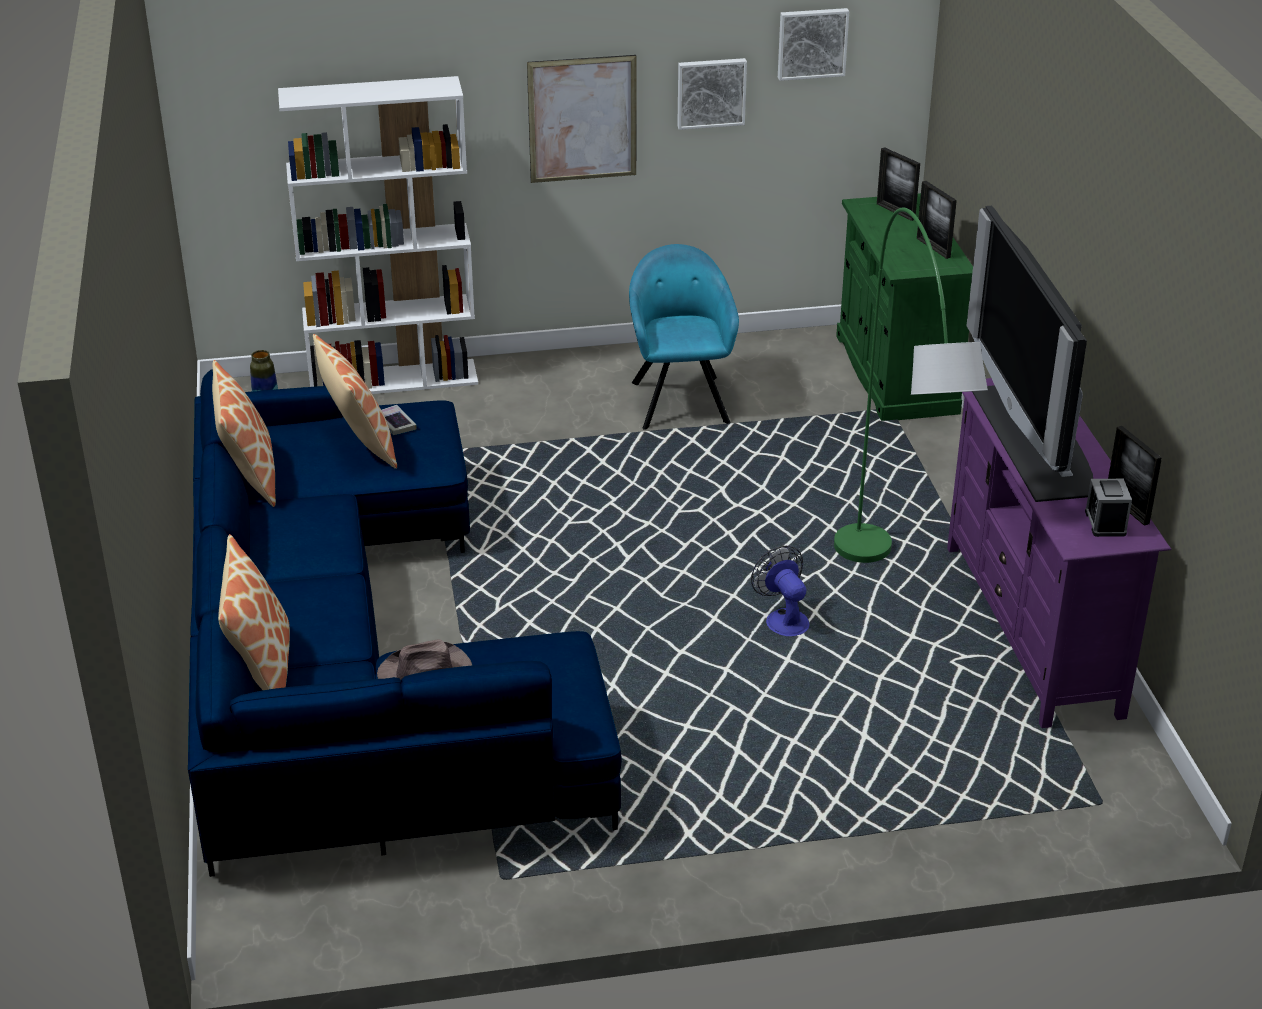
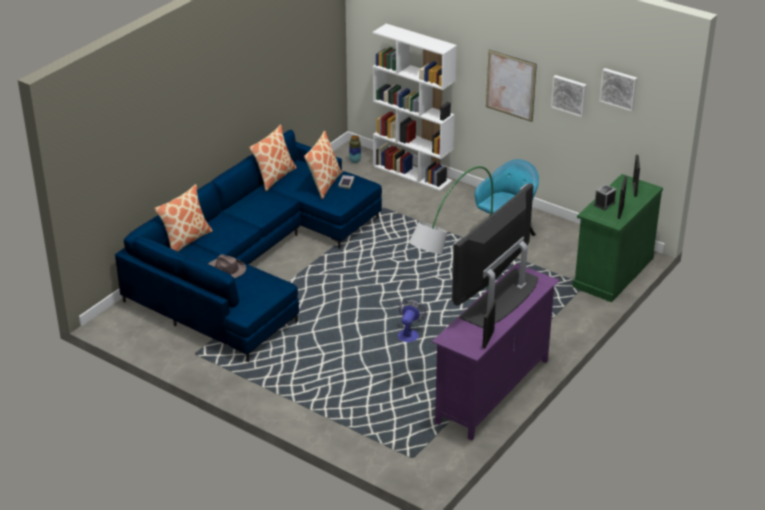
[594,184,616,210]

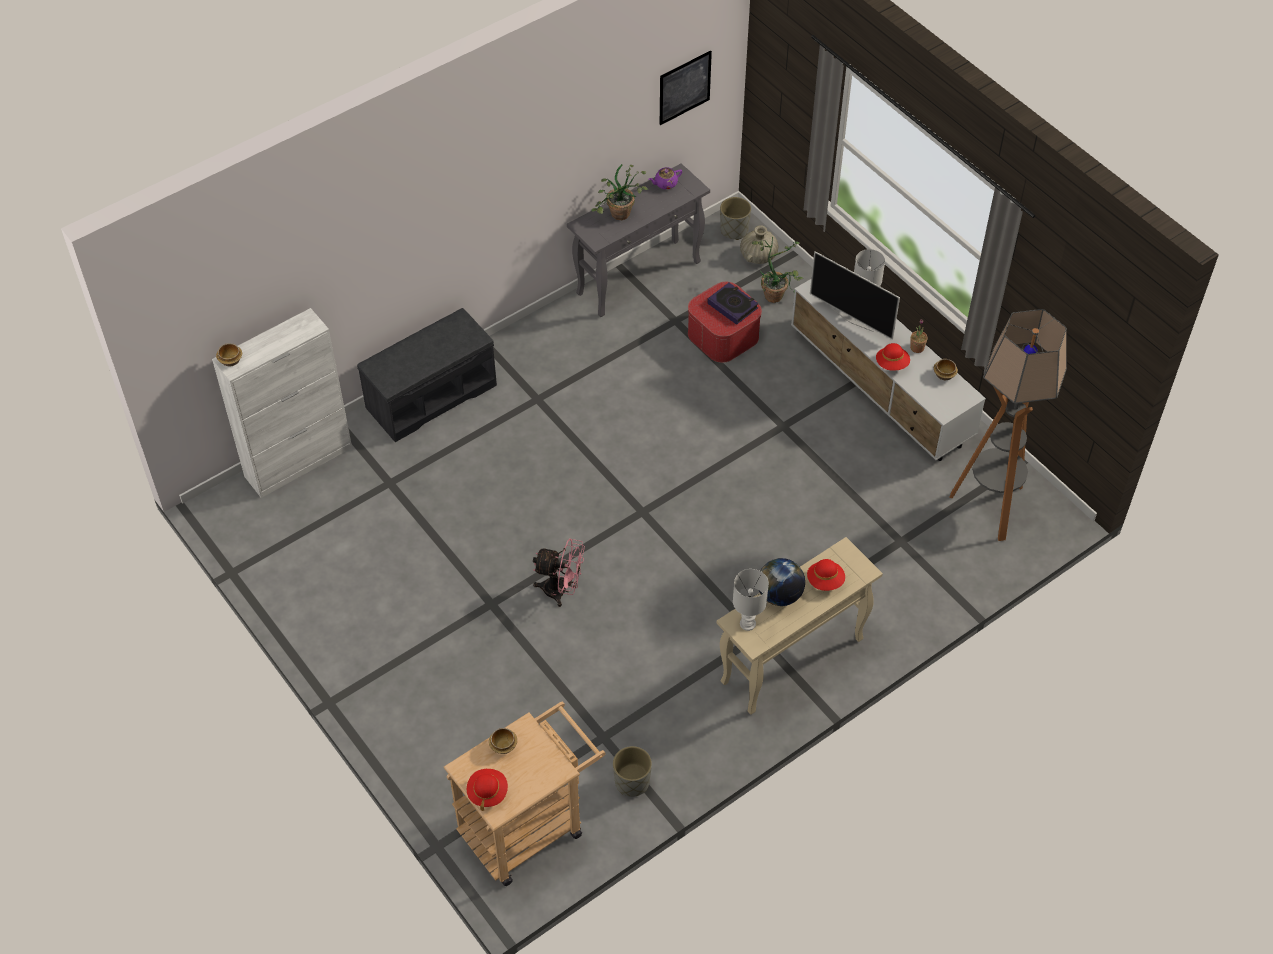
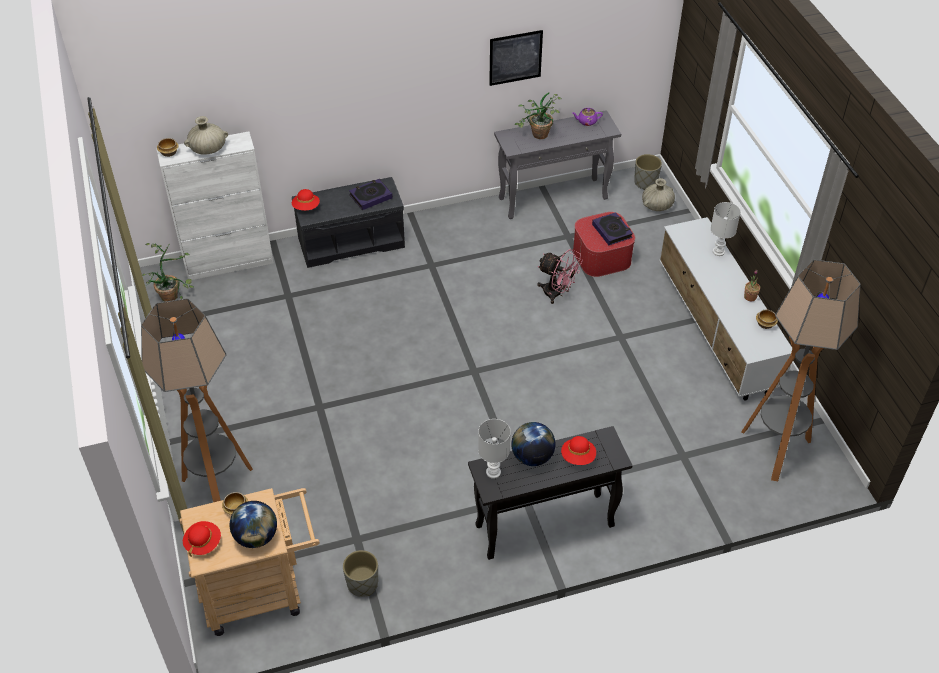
[489,30,543,86]
[142,243,194,302]
[810,251,900,340] (first image)
[292,189,320,210]
[468,426,633,560]
[537,249,583,304]
[184,116,228,155]
[349,179,393,210]
[141,298,253,502]
[230,501,277,548]

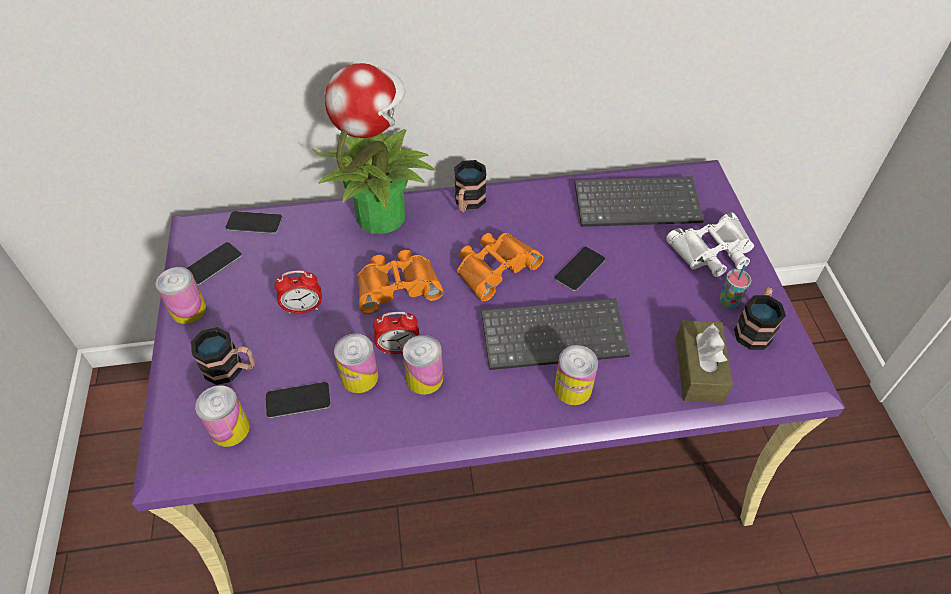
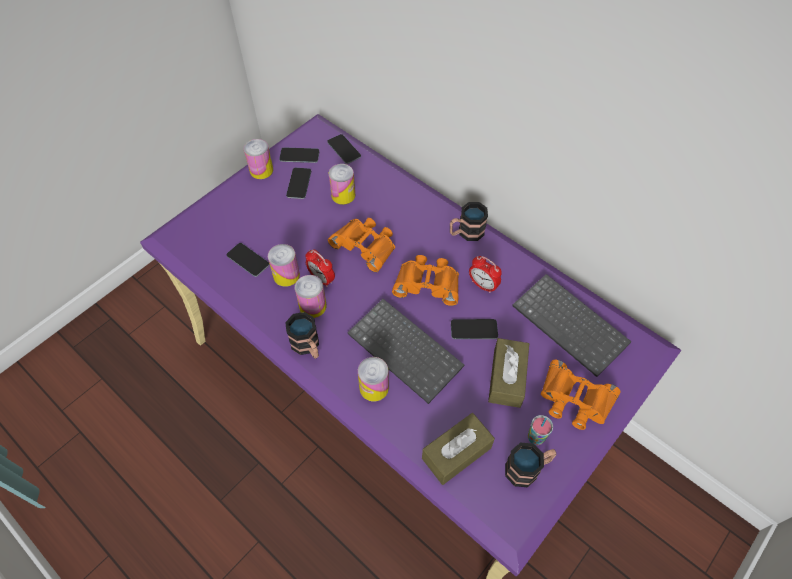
[312,63,436,234] (first image)
[541,360,621,430]
[469,256,502,293]
[285,312,319,359]
[329,164,355,205]
[286,168,311,199]
[488,338,529,408]

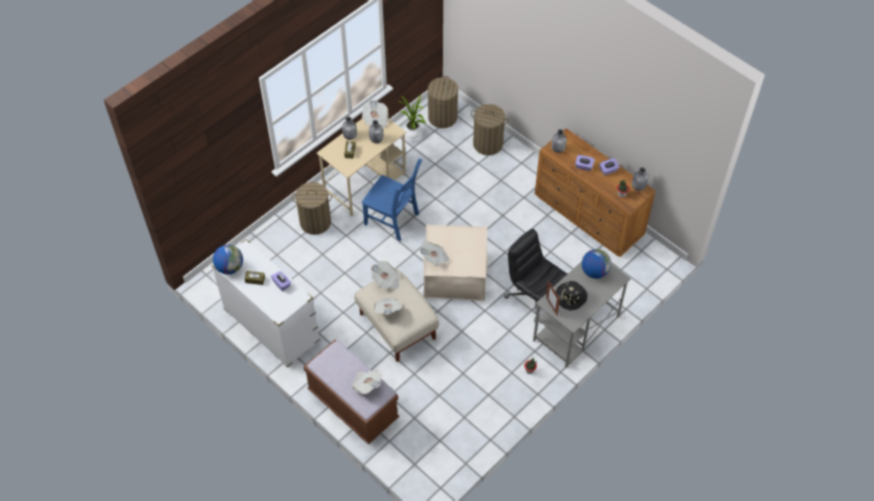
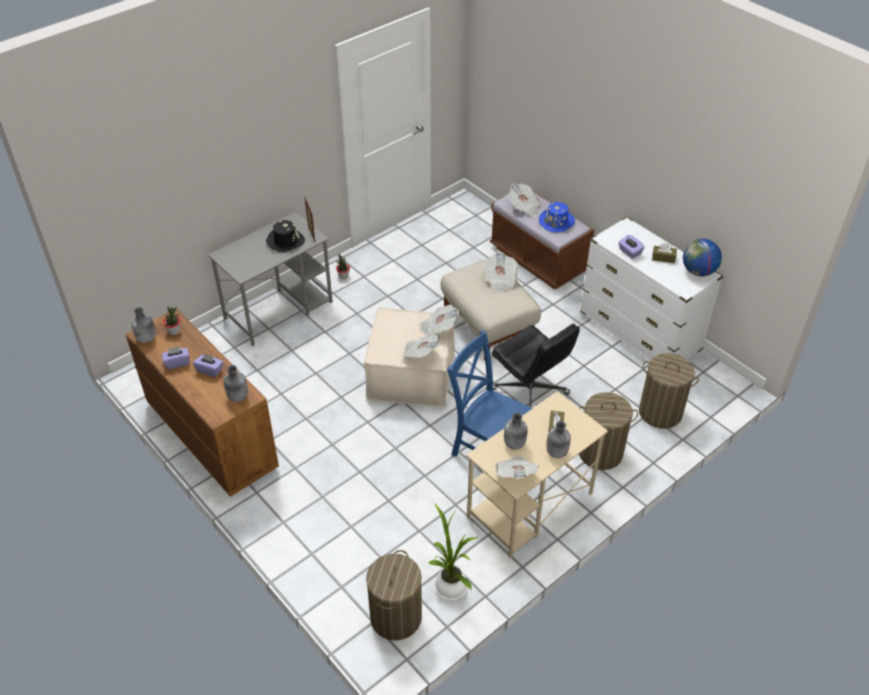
[639,353,699,429]
[492,324,580,407]
[582,249,611,279] (first image)
[402,335,440,358]
[539,202,575,233]

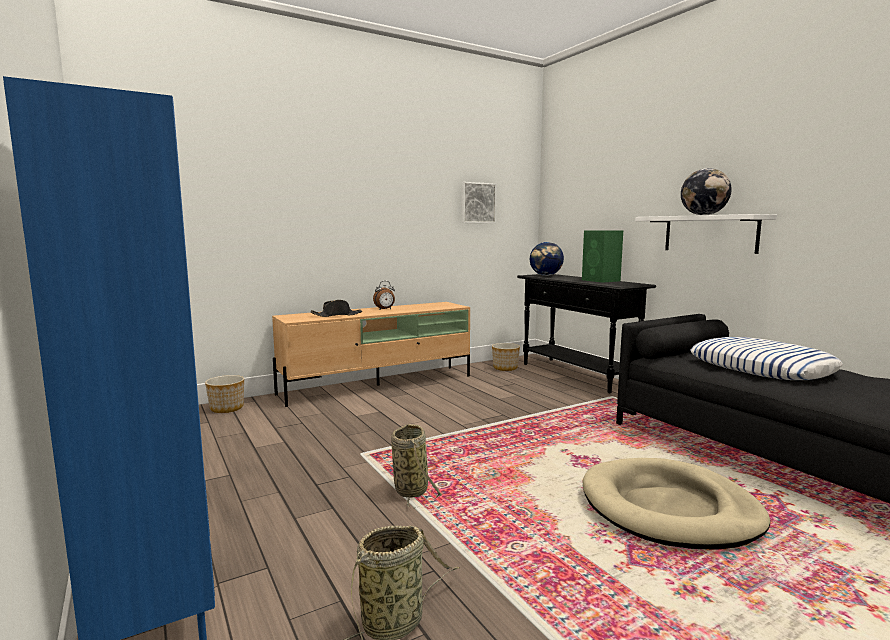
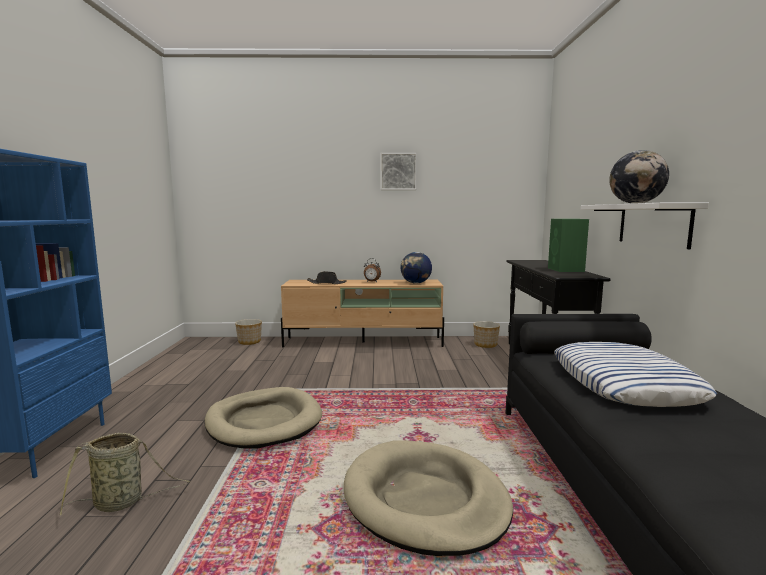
[380,153,417,190]
[400,252,432,284]
[205,387,322,449]

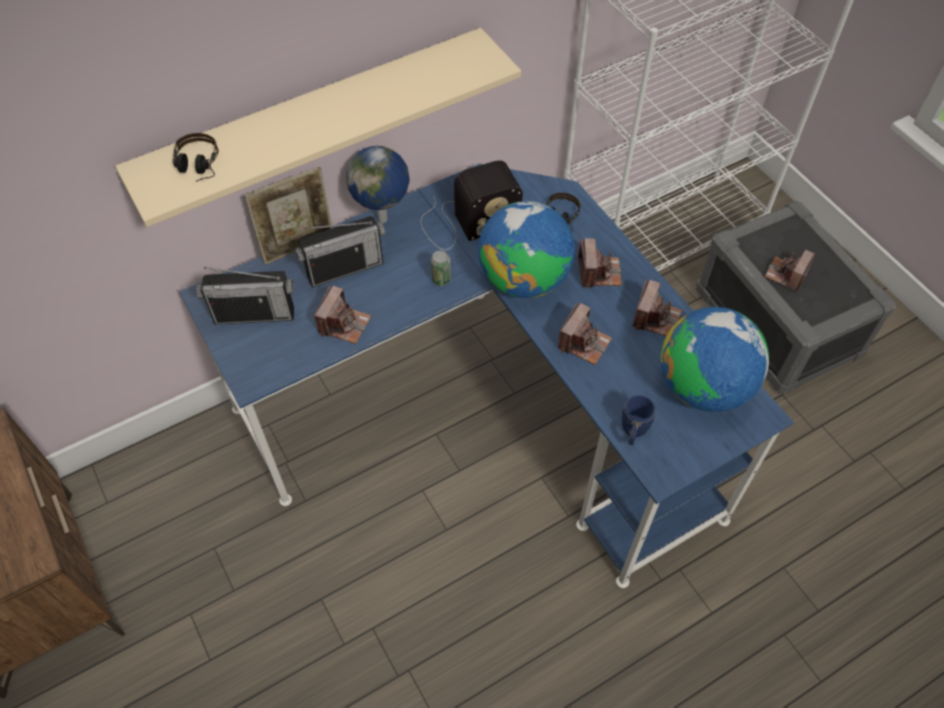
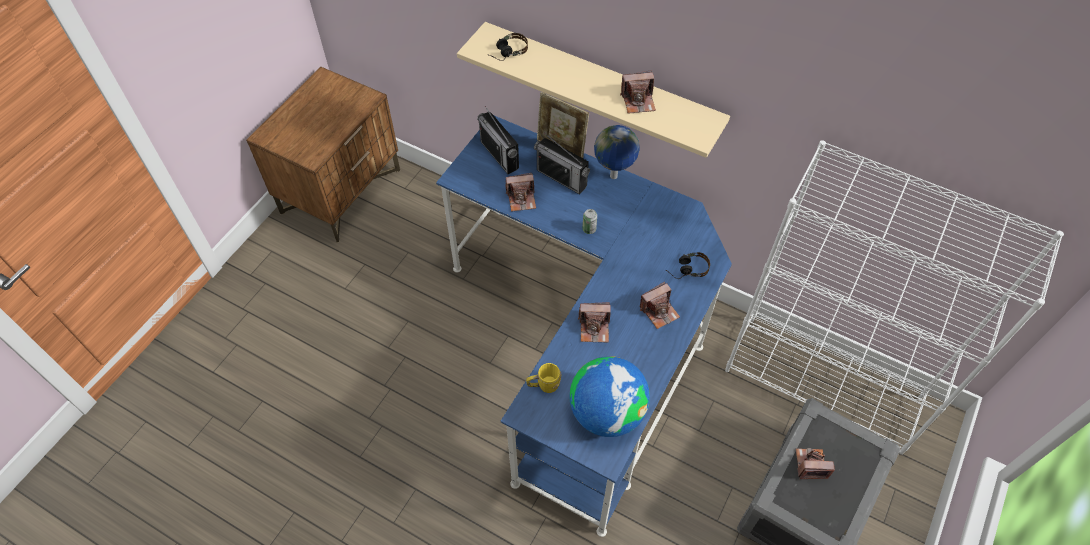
[421,160,523,250] (first image)
[478,201,575,298] (first image)
[620,71,656,114]
[526,363,561,393]

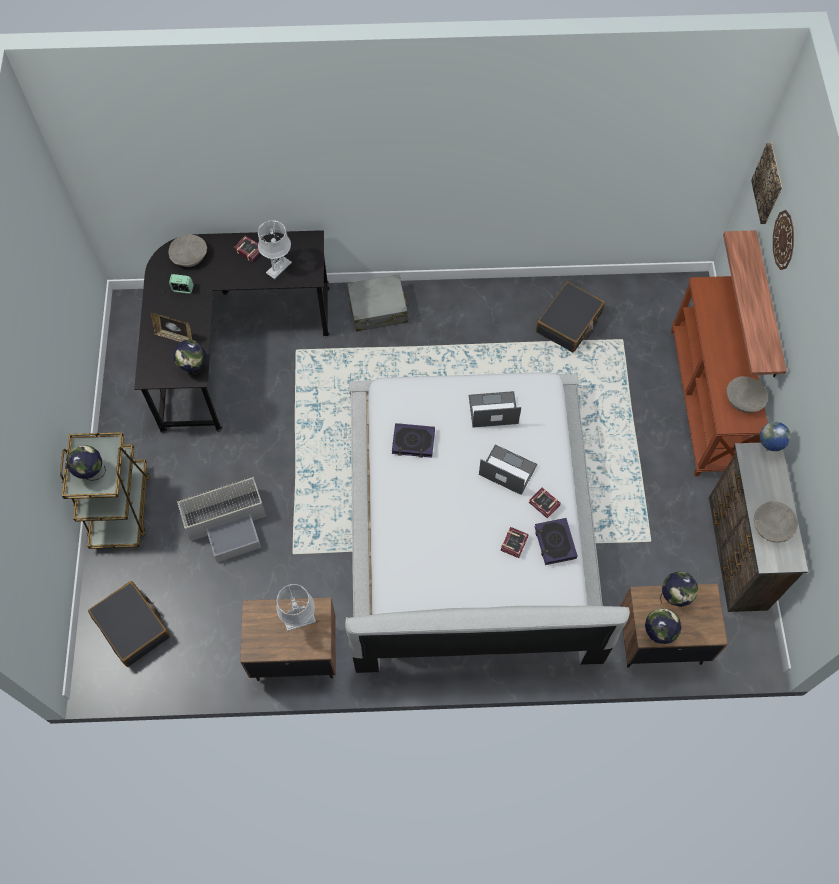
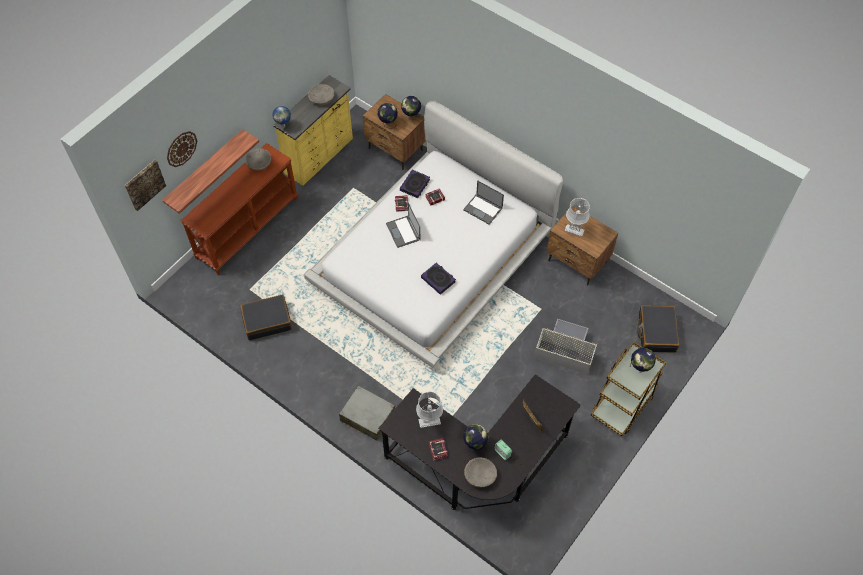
[463,424,488,453]
[463,180,504,225]
[273,75,353,186]

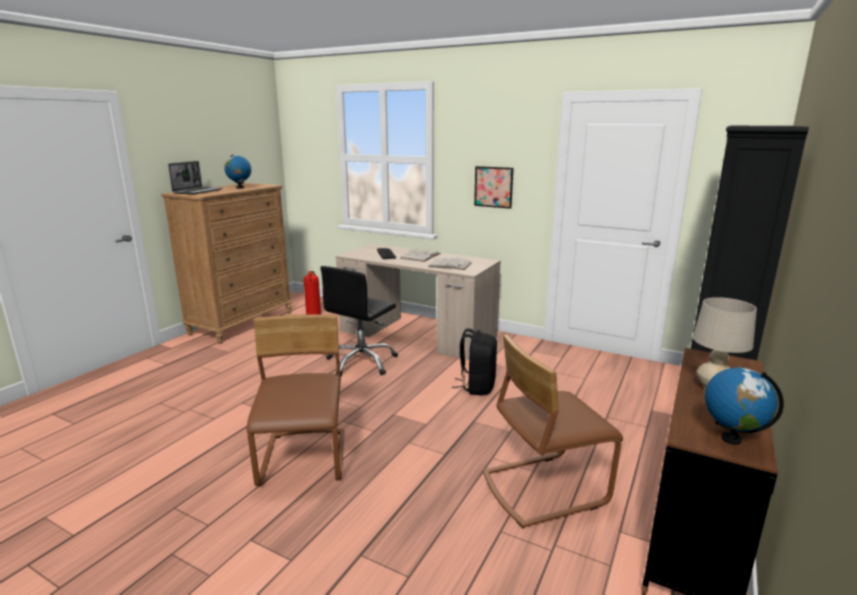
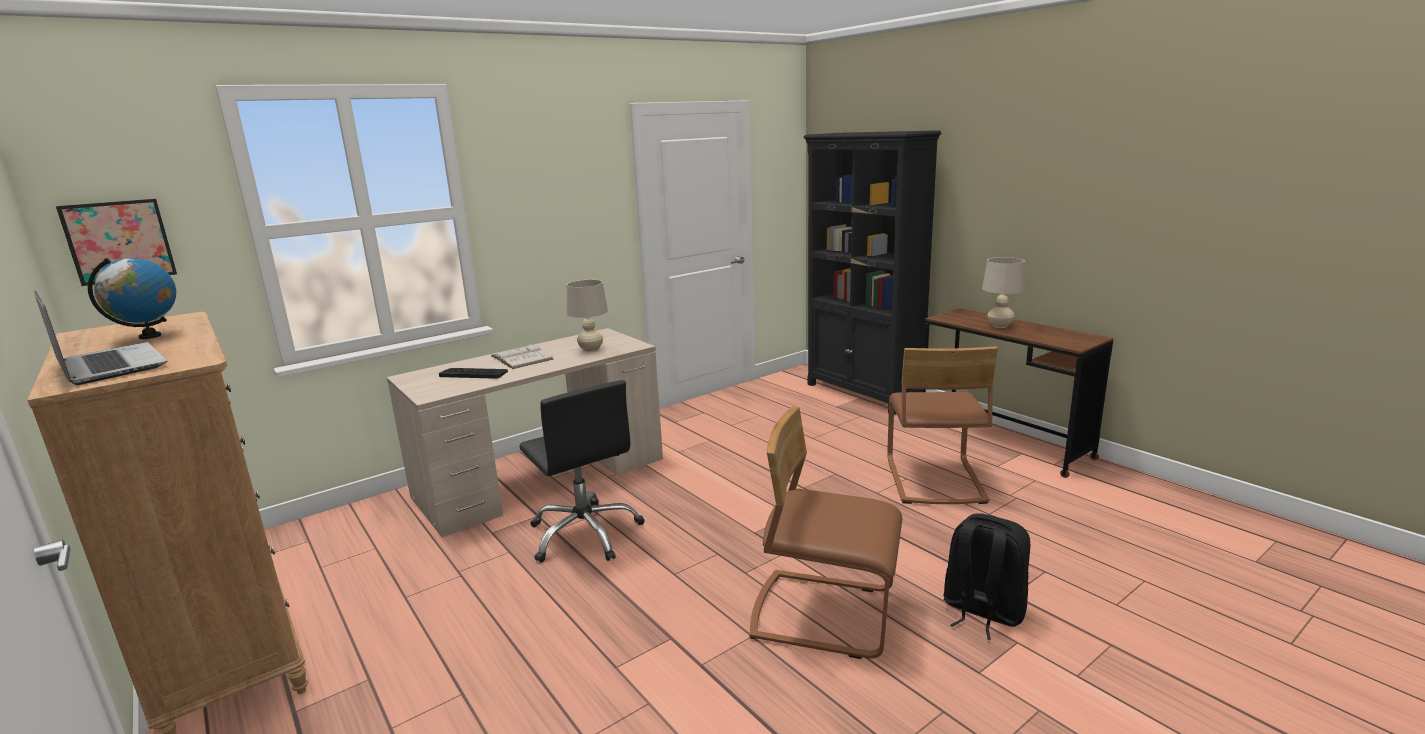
[56,199,177,286]
[567,280,608,352]
[304,271,321,315] (first image)
[944,513,1030,640]
[705,367,784,445] (first image)

